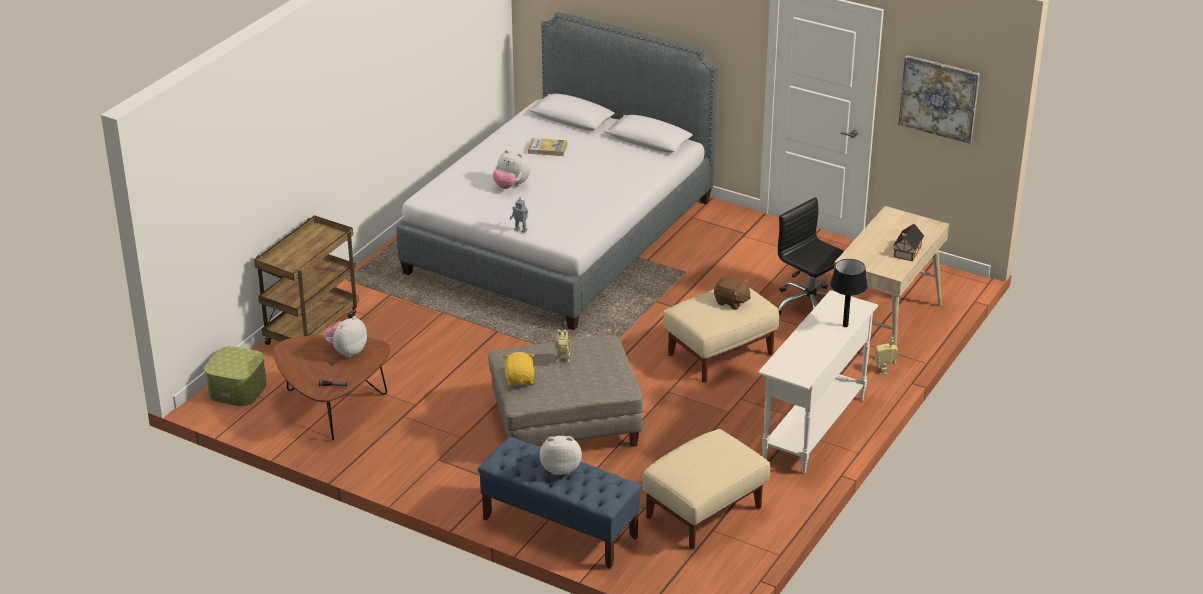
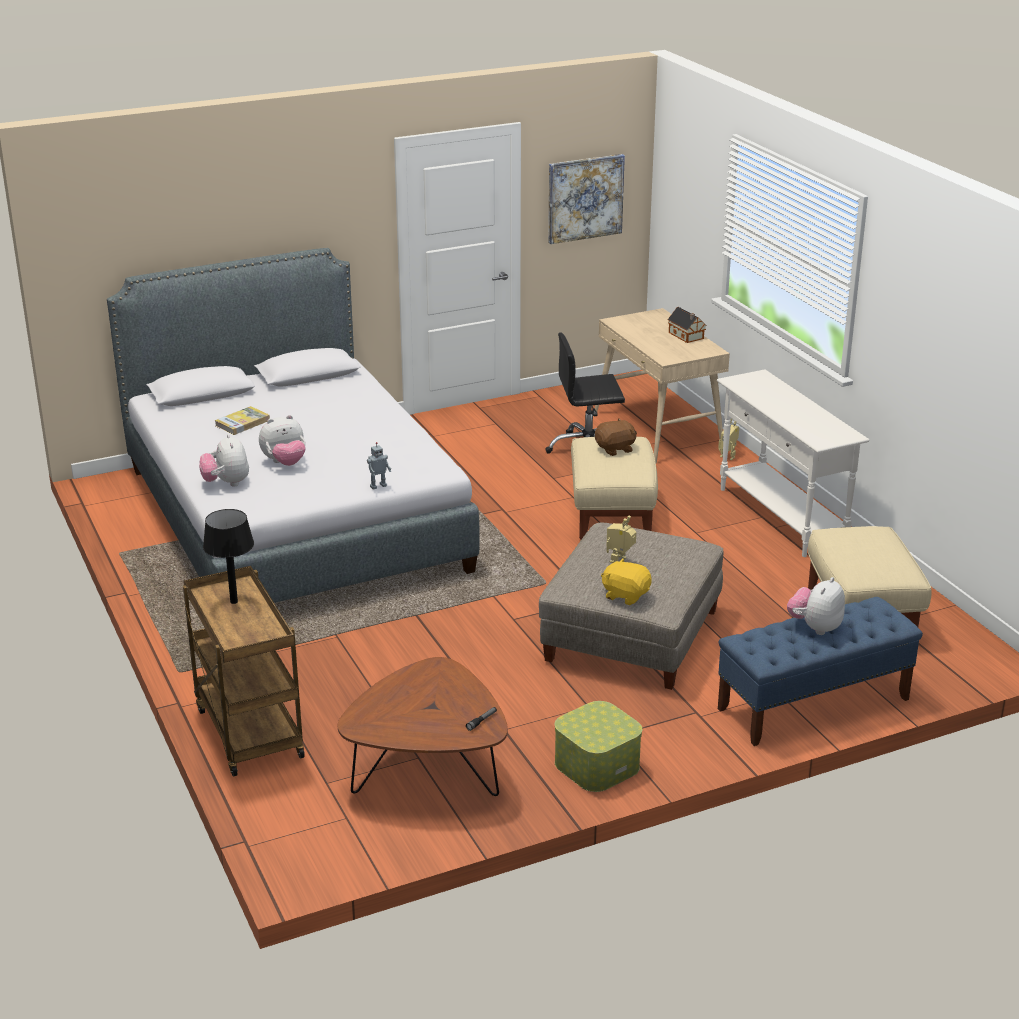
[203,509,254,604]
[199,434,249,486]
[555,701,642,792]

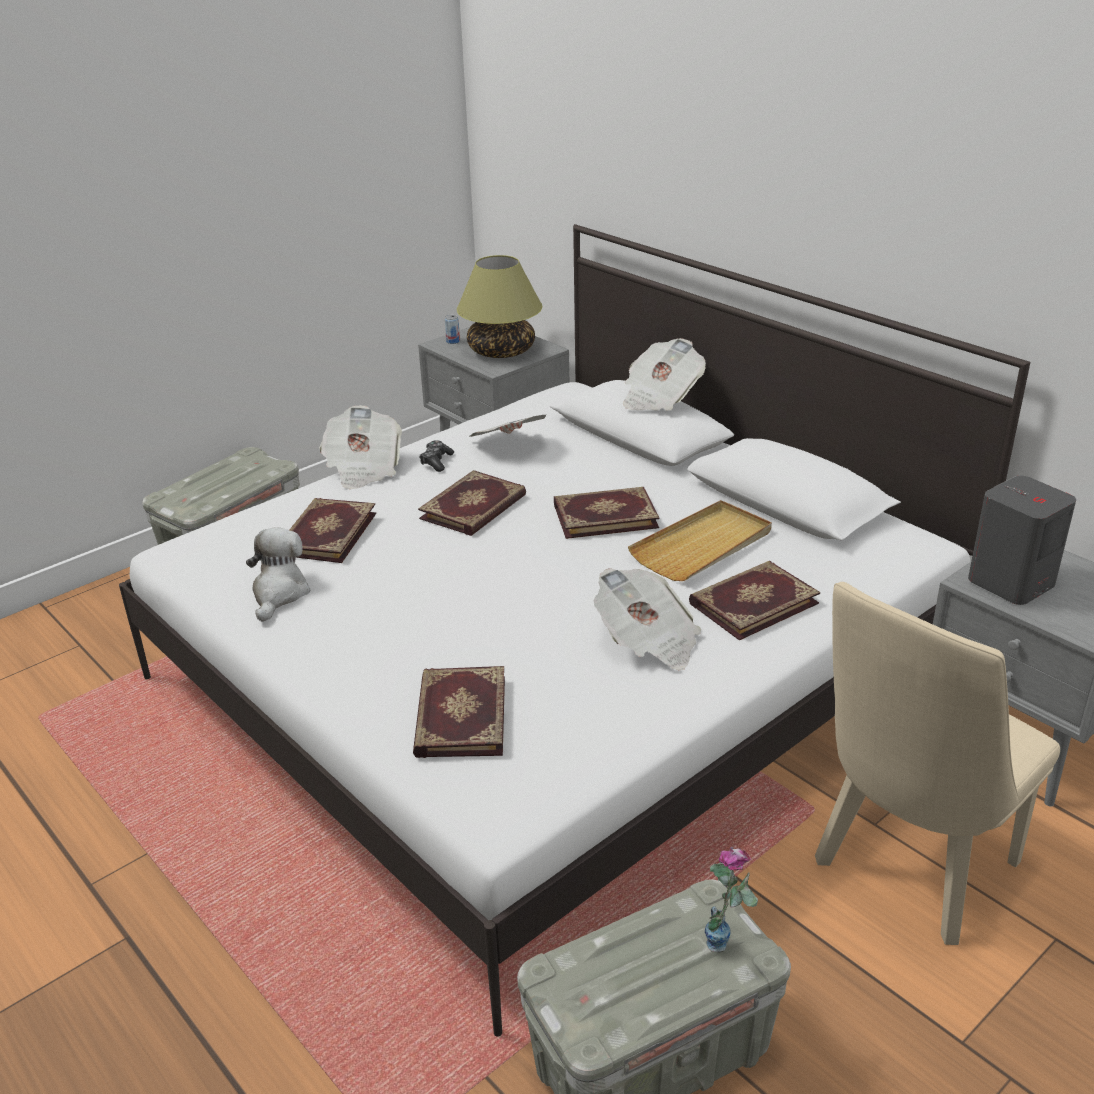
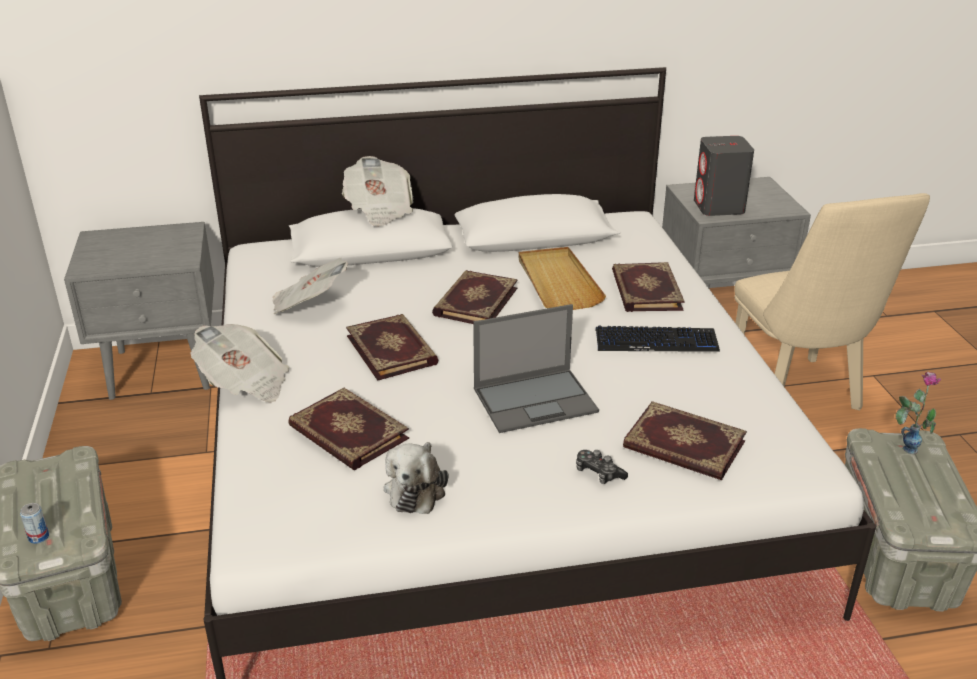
[457,255,542,358] (first image)
[20,503,49,544]
[576,450,628,484]
[384,442,448,514]
[595,326,720,352]
[473,304,599,433]

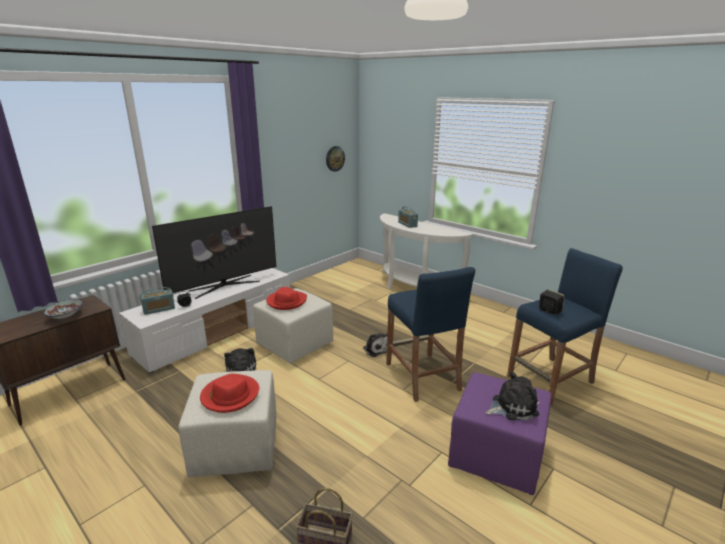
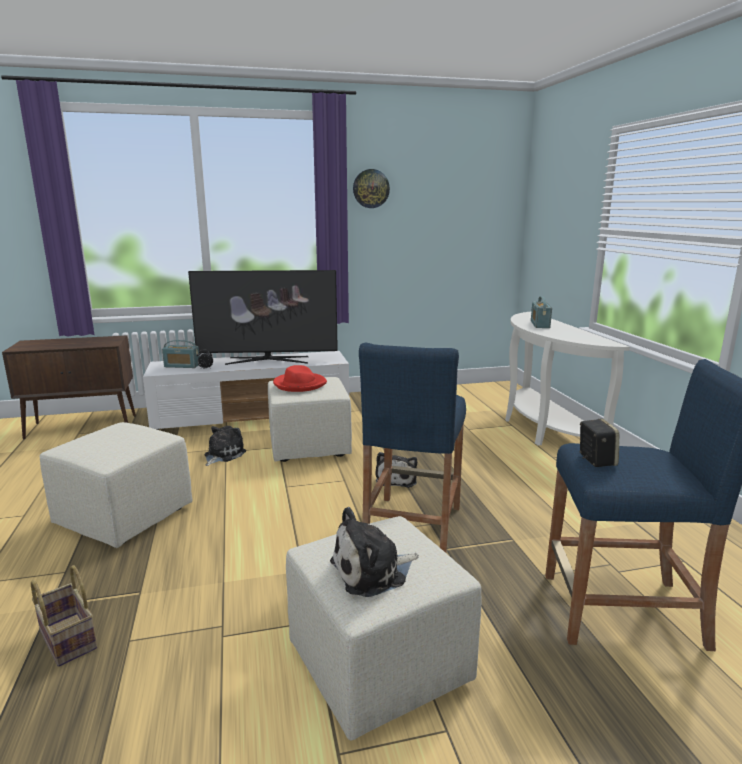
[353,169,390,208]
[44,299,83,319] (first image)
[330,507,419,597]
[286,516,481,740]
[200,373,259,413] (first image)

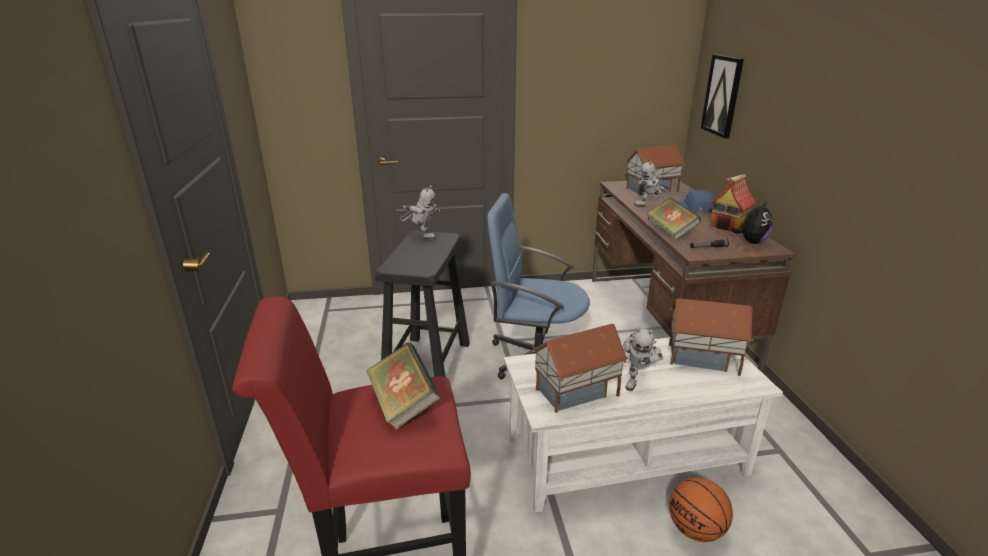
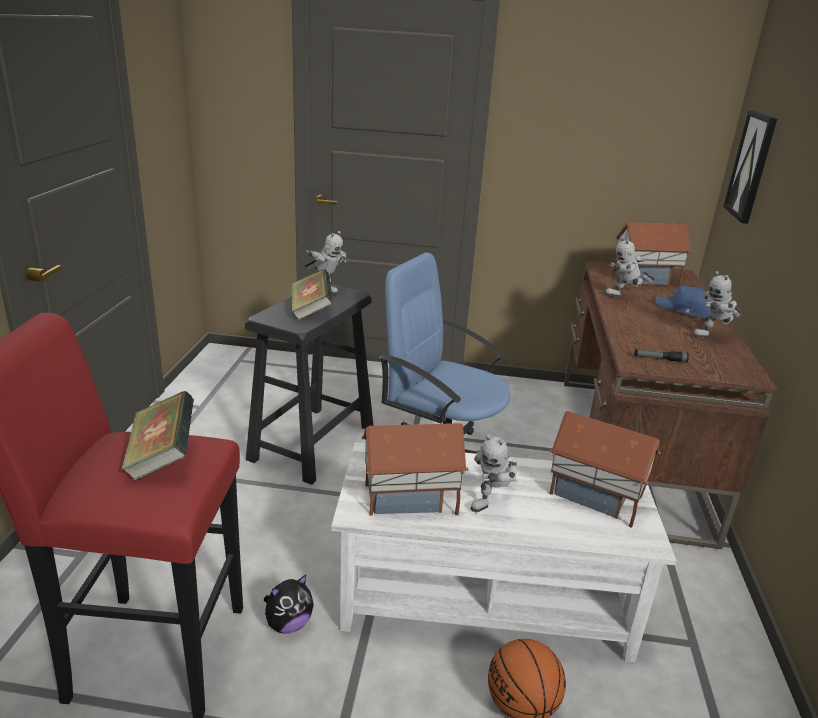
[692,271,742,338]
[291,269,333,321]
[264,574,314,634]

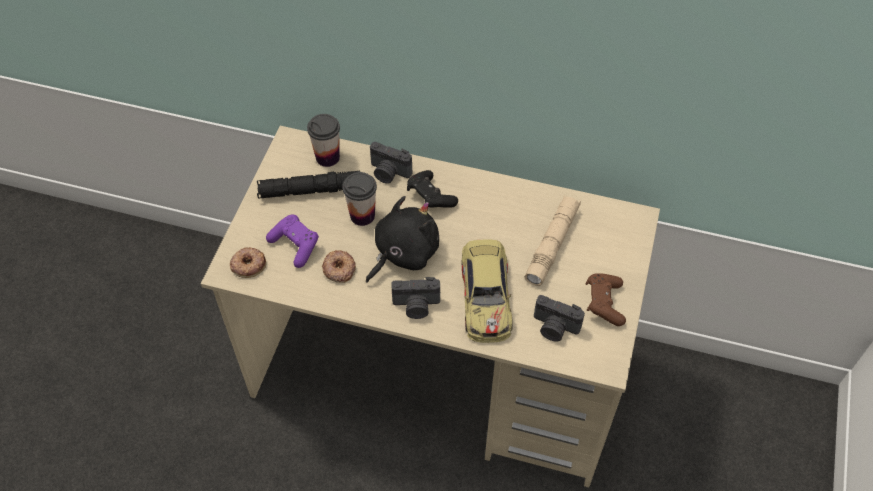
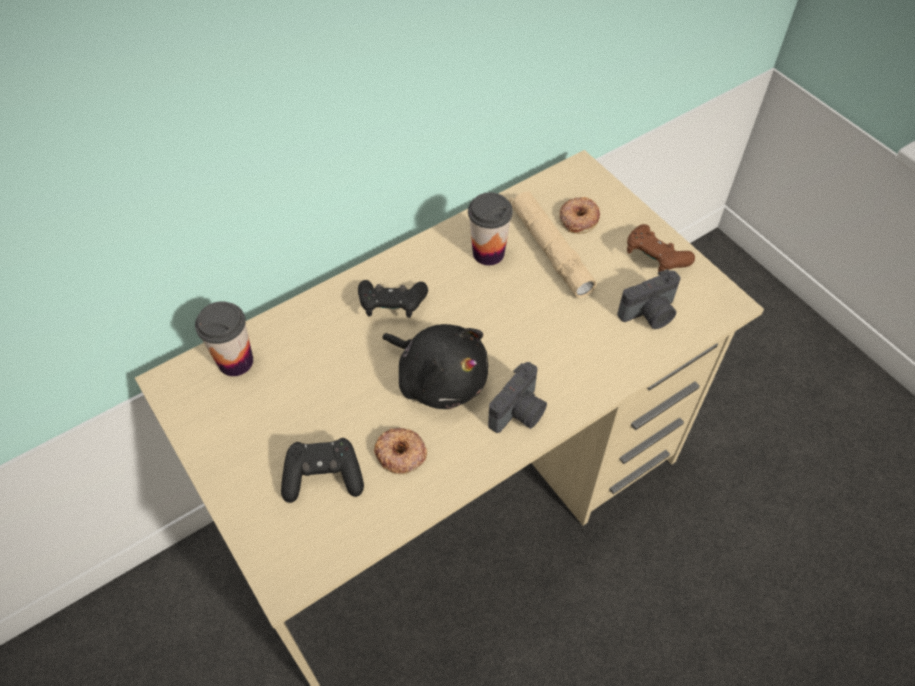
[370,142,412,184] (first image)
[257,171,360,198] (first image)
[468,192,513,265]
[382,324,488,409]
[281,438,364,503]
[462,239,513,343] (first image)
[559,197,600,234]

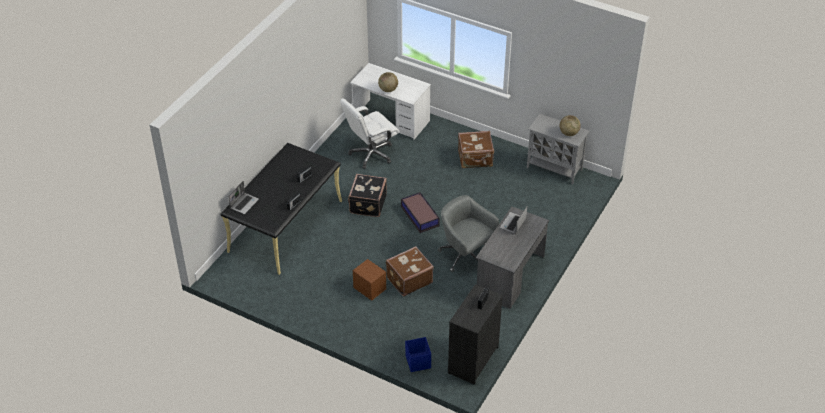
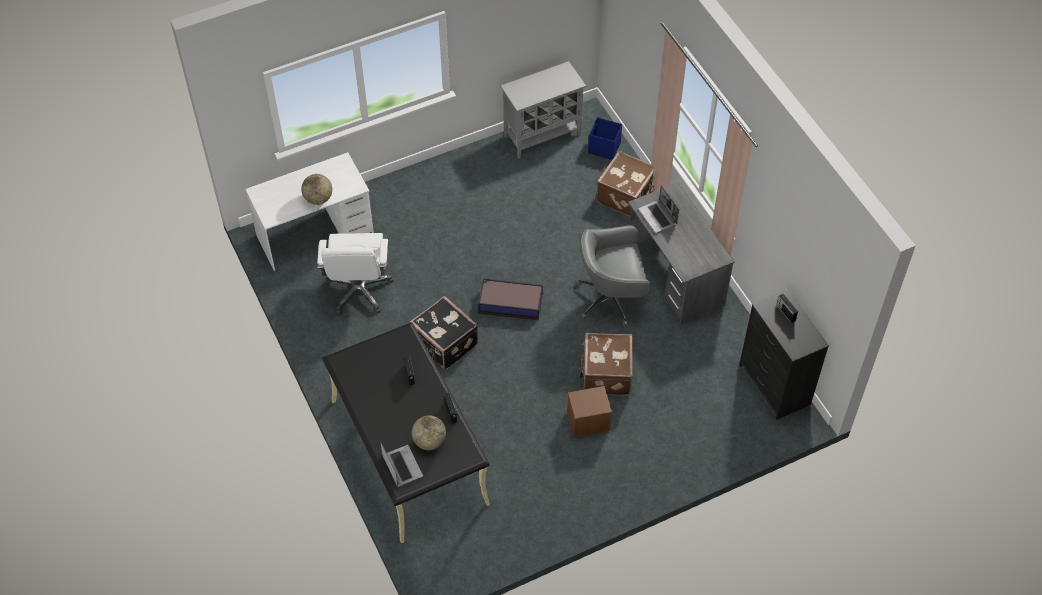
[412,415,446,450]
[596,151,655,216]
[588,117,622,160]

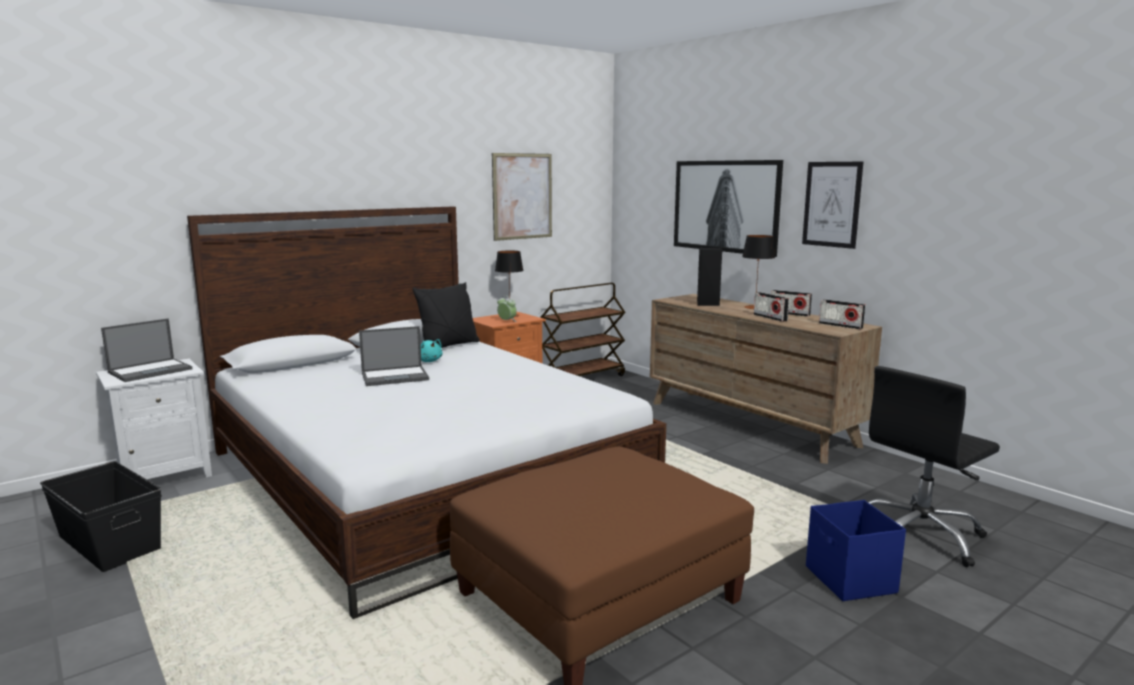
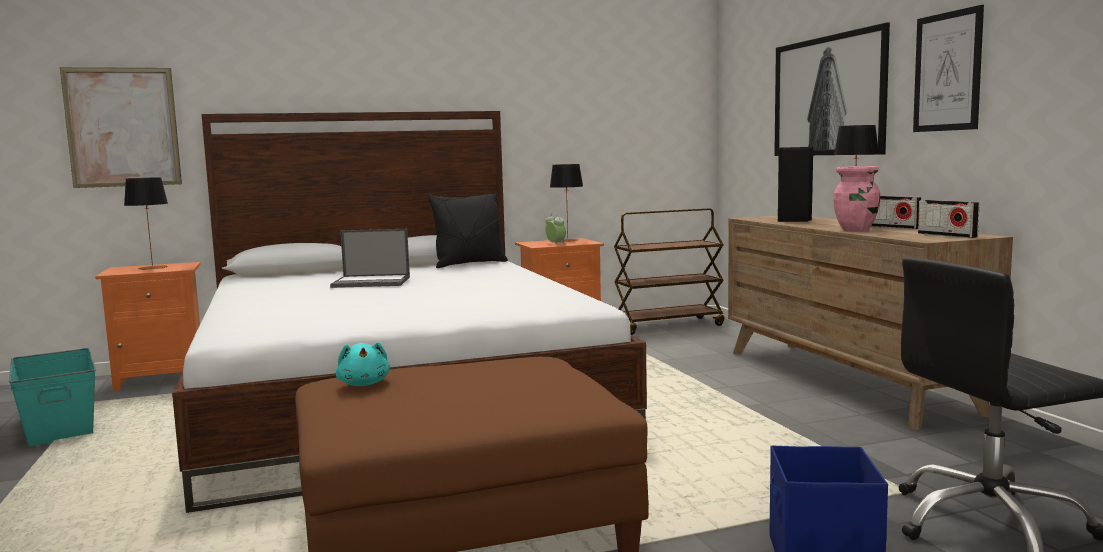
[60,67,182,188]
[833,166,880,231]
[124,177,168,270]
[336,342,390,386]
[95,262,200,392]
[9,348,96,446]

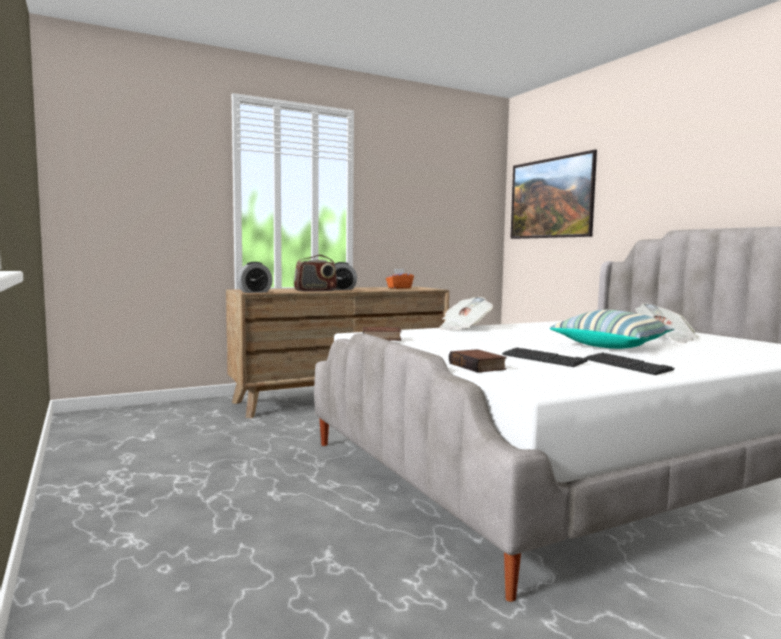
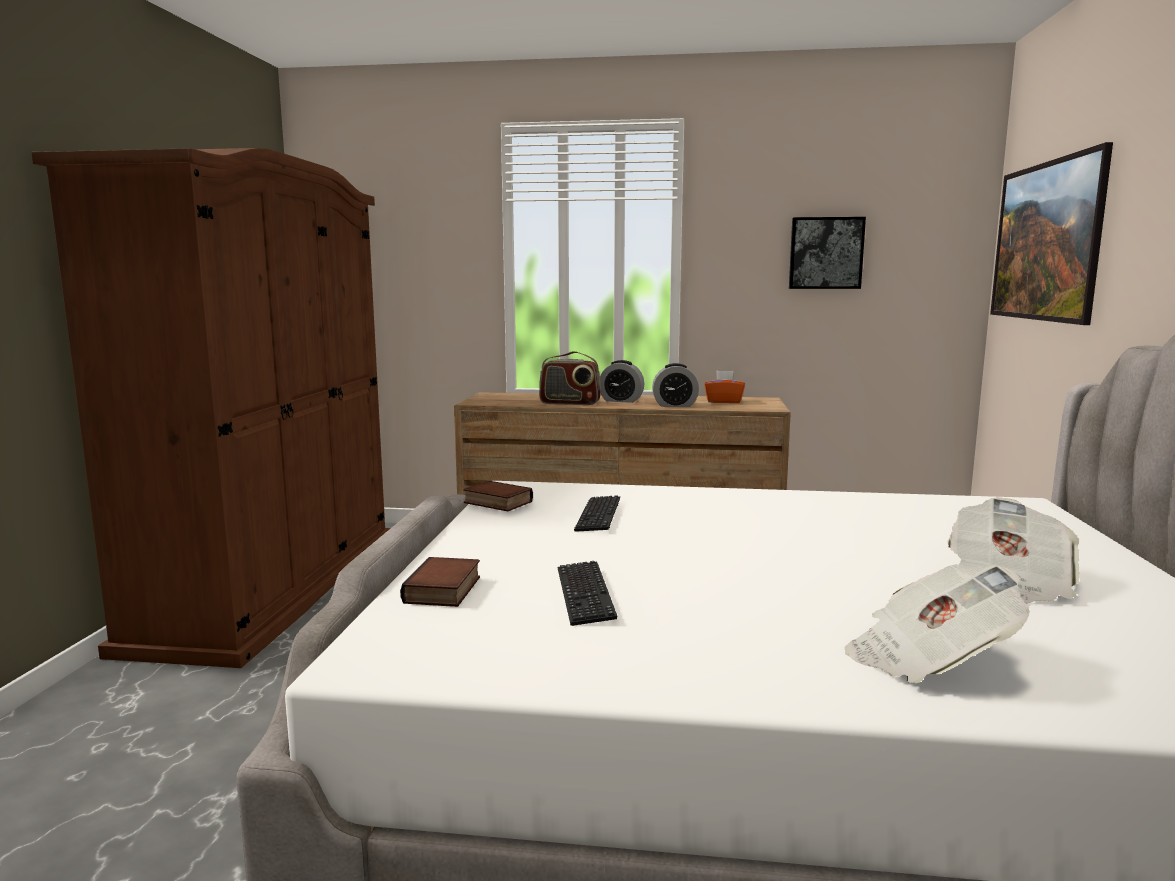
[652,363,699,407]
[845,564,1030,683]
[550,310,674,349] (first image)
[574,495,620,532]
[31,148,391,668]
[789,217,866,289]

